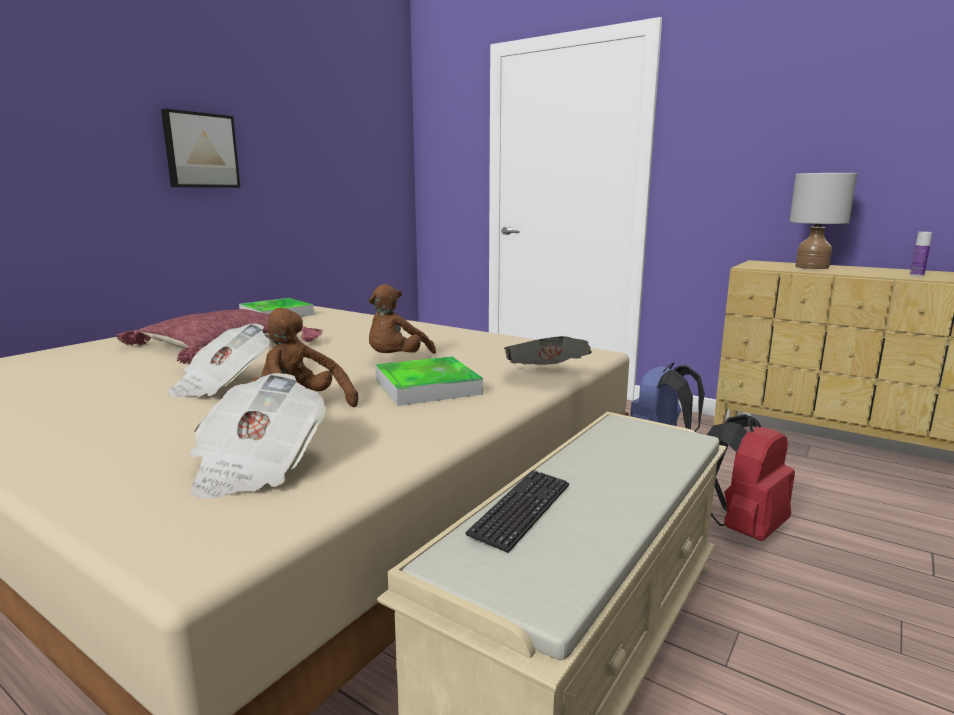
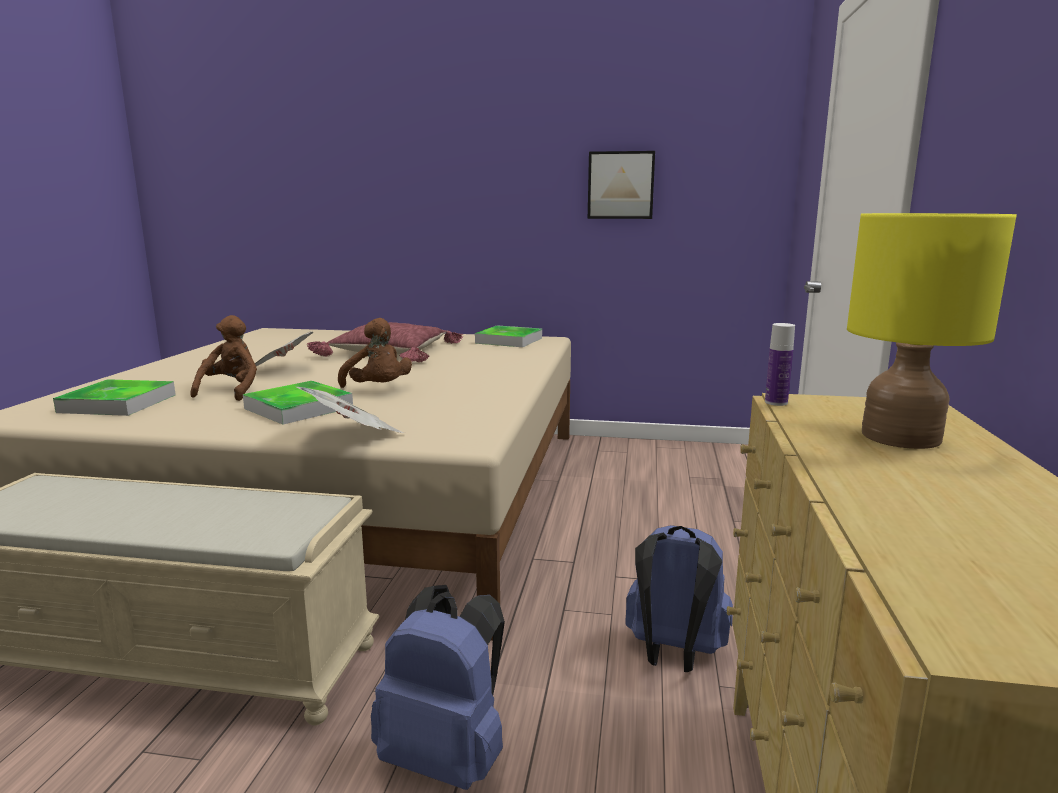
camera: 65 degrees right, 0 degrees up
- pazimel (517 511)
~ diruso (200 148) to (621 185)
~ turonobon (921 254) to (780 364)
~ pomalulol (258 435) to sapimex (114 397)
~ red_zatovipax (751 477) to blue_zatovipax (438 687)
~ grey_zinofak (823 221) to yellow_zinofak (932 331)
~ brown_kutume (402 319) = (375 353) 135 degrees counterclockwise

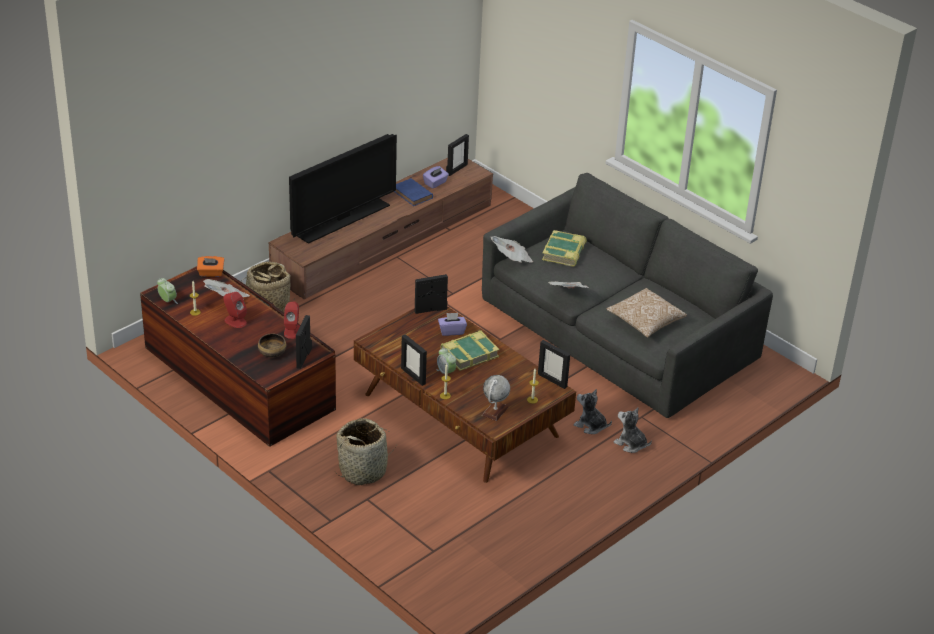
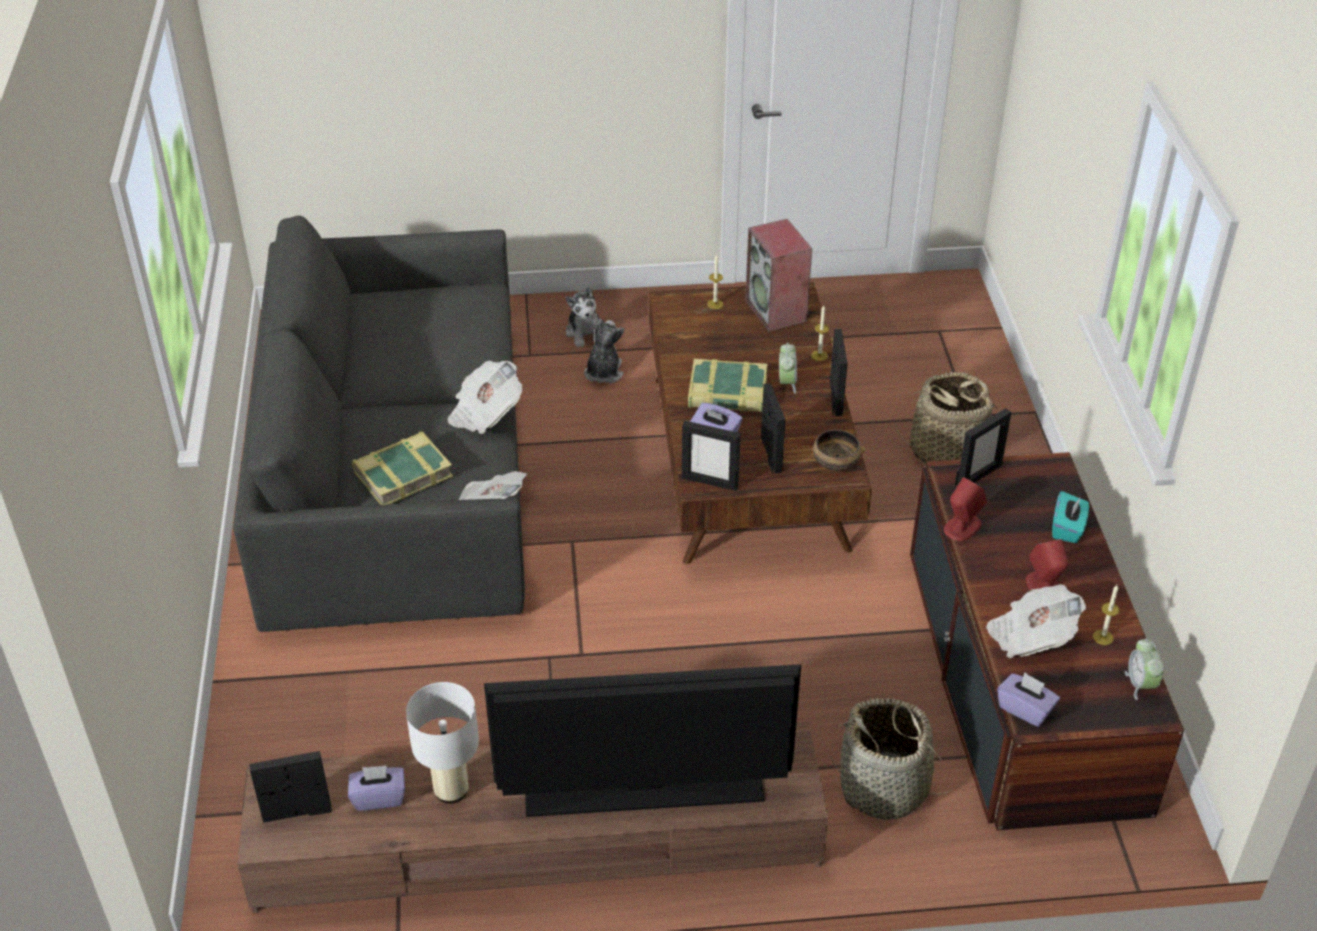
camera: 140 degrees left, 5 degrees up
- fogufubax (646 313)
+ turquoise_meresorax (1070 517)
~ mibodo (272 345) to (837 450)
~ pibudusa (554 364) to (773 428)
~ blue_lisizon (413 192) to white_zinofak (442 743)
~ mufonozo (496 398) to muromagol (778 275)
~ orange_meresorax (210 266) to purple_meresorax (1028 699)
~ kutume (593 411) = (604 351) 150 degrees counterclockwise

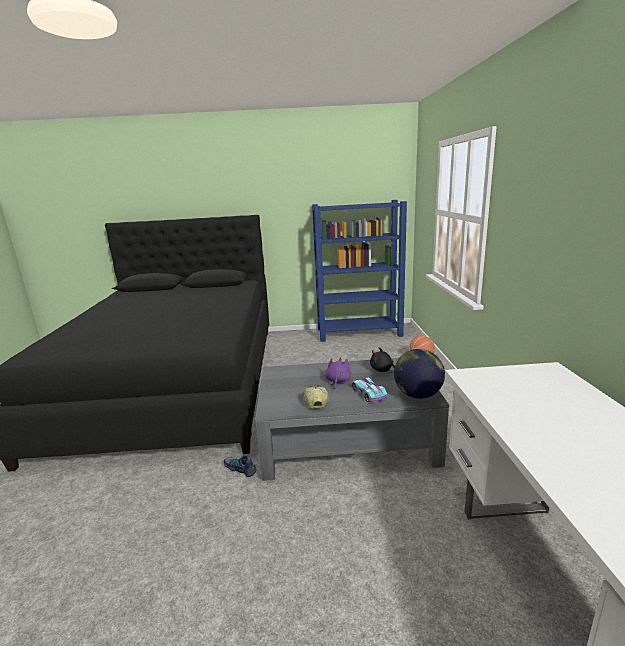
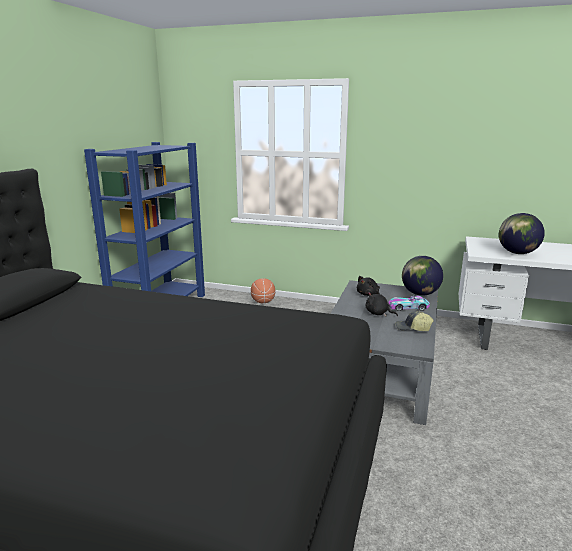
camera: 70 degrees left, 0 degrees up
- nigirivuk (240 466)
+ mufonozo (522 233)
~ purple_kutume (338 373) to black_kutume (381 303)

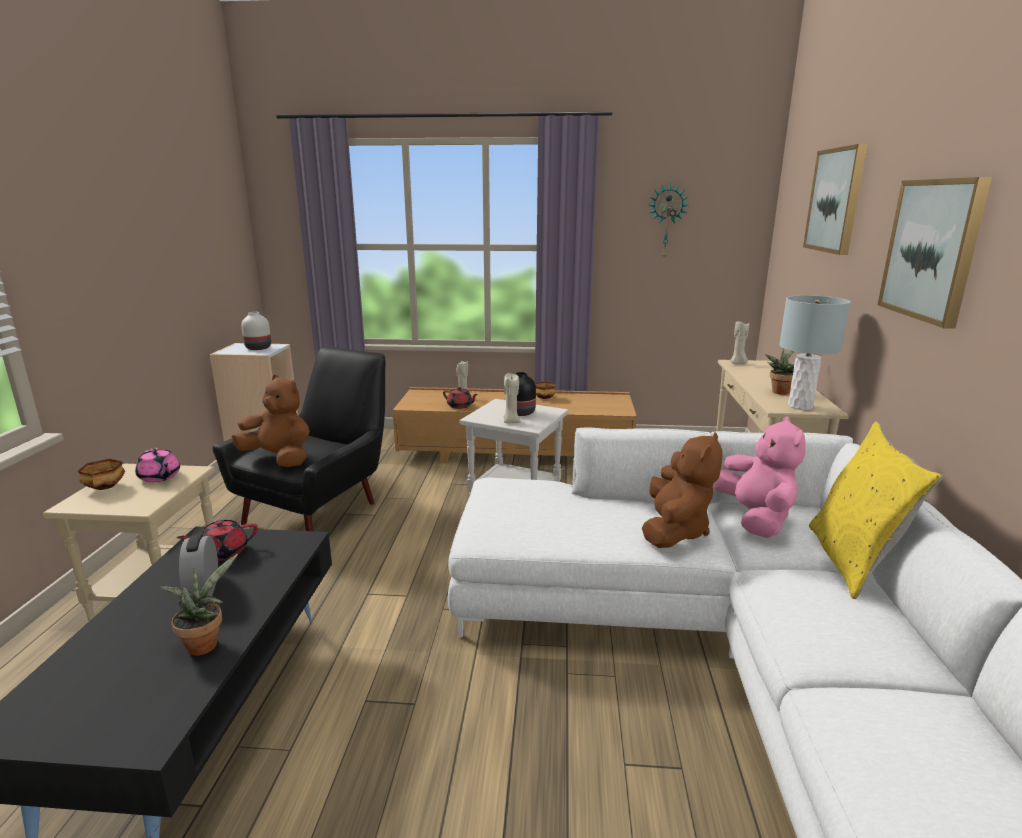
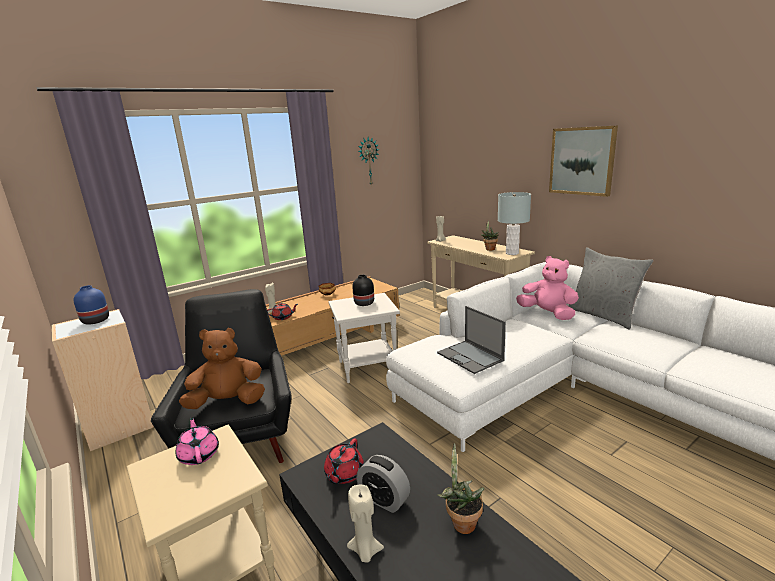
camera: 40 degrees left, 0 degrees up
- mibodo (101 474)
- brown_kutume (682 490)
- diruso (835 199)
+ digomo (471 340)
~ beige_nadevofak (512 398) to (365 524)
~ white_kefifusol (256 331) to blue_kefifusol (91 304)
~ yellow_fogufubax (876 510) to grey_fogufubax (610 288)
~ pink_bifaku (157 465) = (197 441) 120 degrees counterclockwise

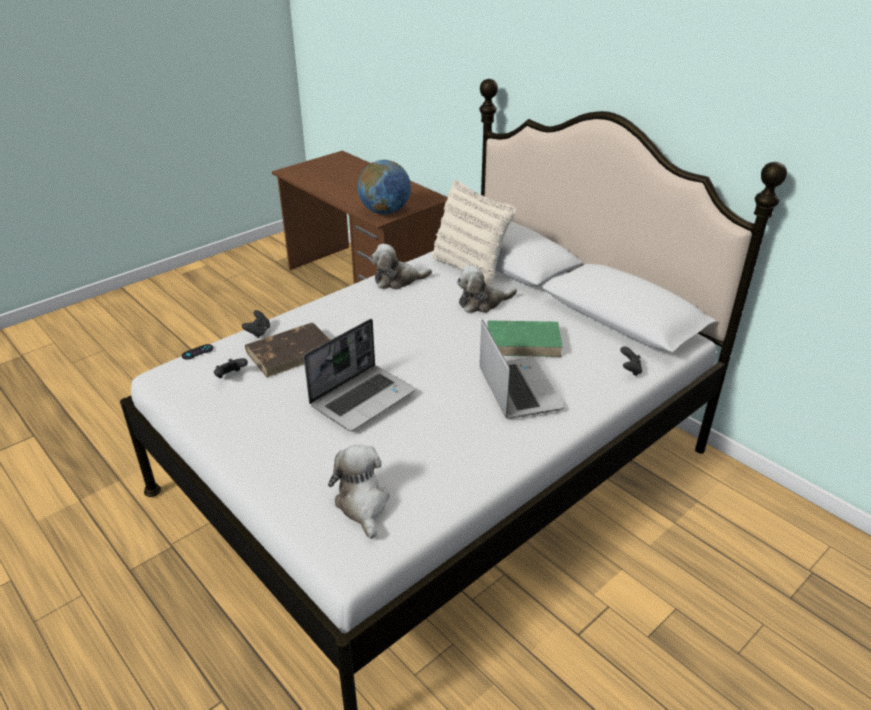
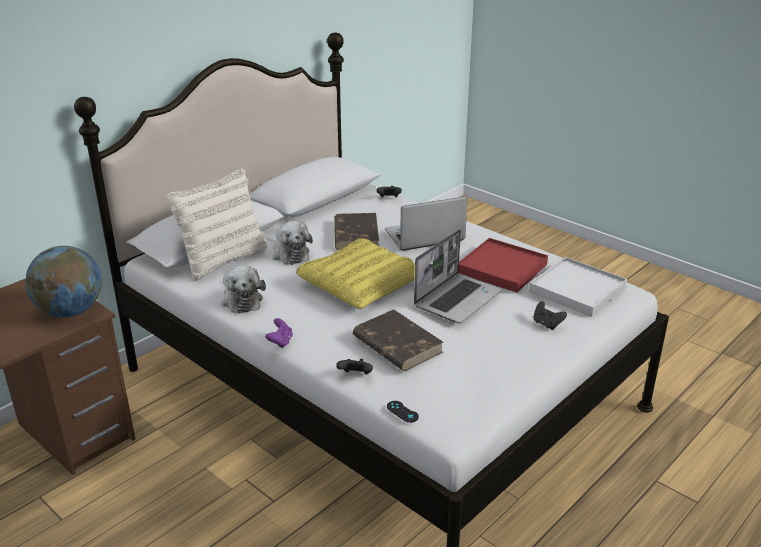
camera: 95 degrees left, 5 degrees down
+ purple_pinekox (279 333)
+ yellow_fogufubax (355 273)
+ red_sapimex (503 265)
~ black_pinekox (231 368) to (550 315)
~ kutume (359 492) to white_sapimex (578 287)
~ green_lisizon (525 338) to brown_lisizon (356 231)
~ digomo (359 375) = (458 276) 90 degrees clockwise

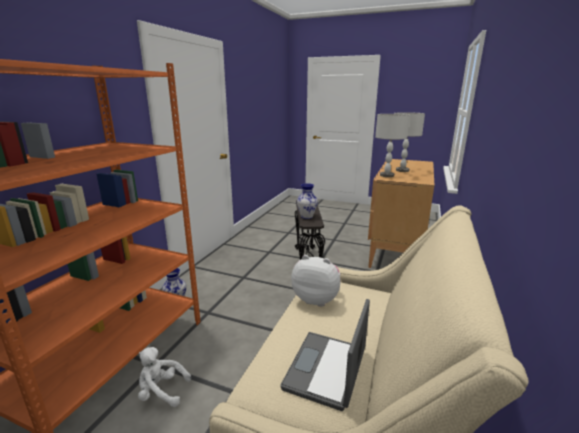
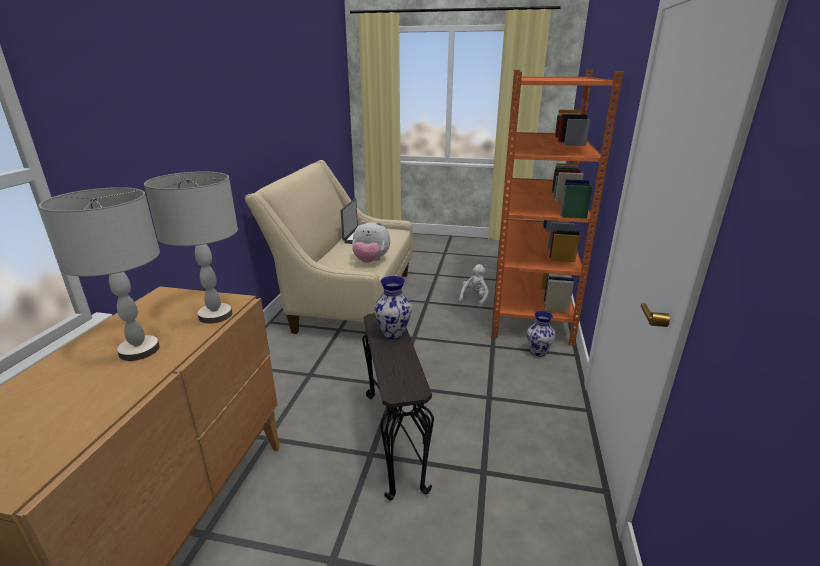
camera: 170 degrees right, 5 degrees up
~ white_kutume (164 377) = (474 285) 60 degrees counterclockwise

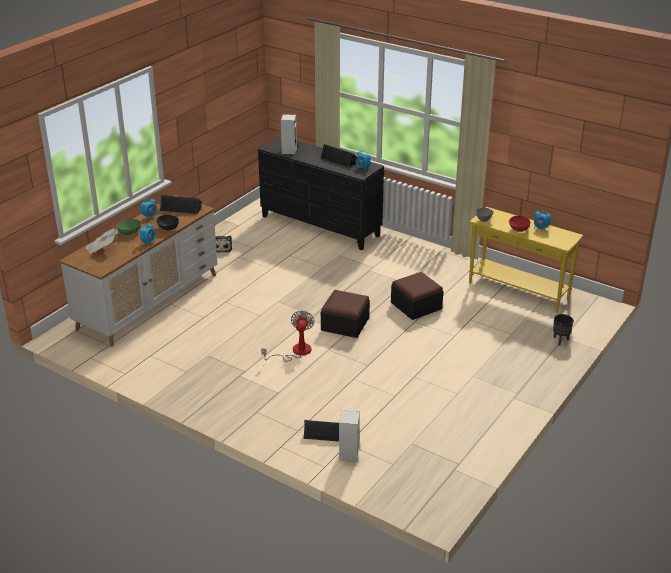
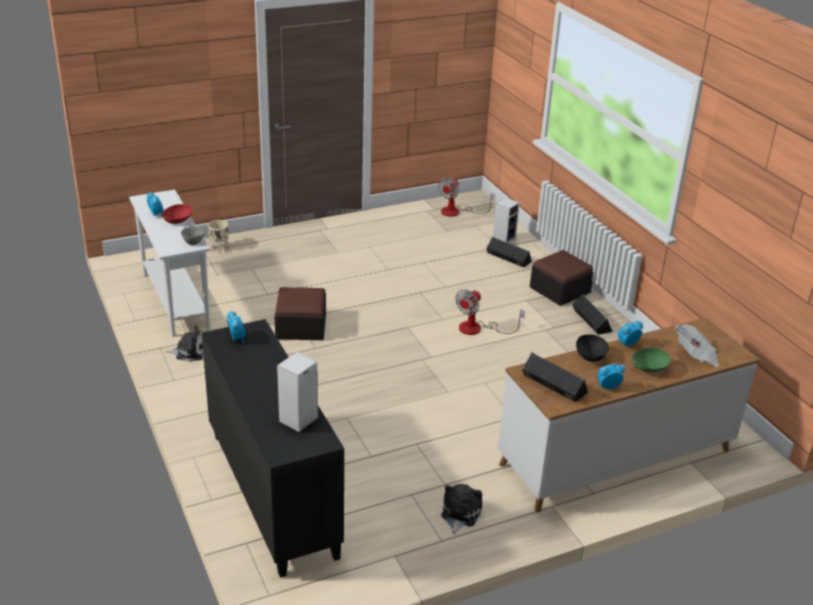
camera: 150 degrees left, 0 degrees up
+ kutume (184 343)
+ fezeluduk (466 197)
~ black_muromagol (338 156) to (592 314)
~ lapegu (345 314) to (561 278)
~ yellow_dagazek (526 260) to white_dagazek (169 263)
~ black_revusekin (563 329) to beige_revusekin (218 236)

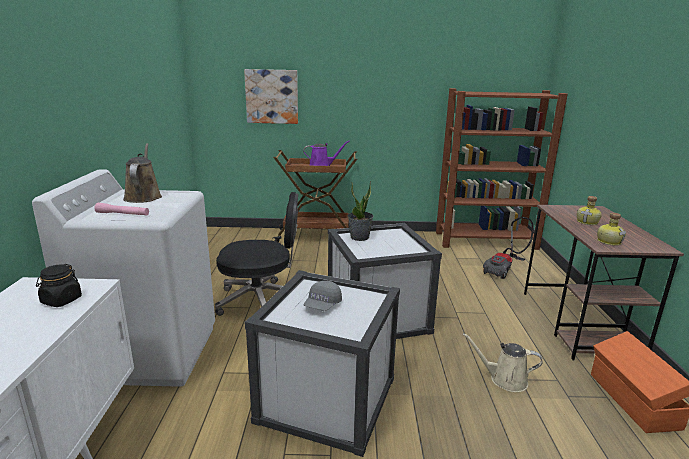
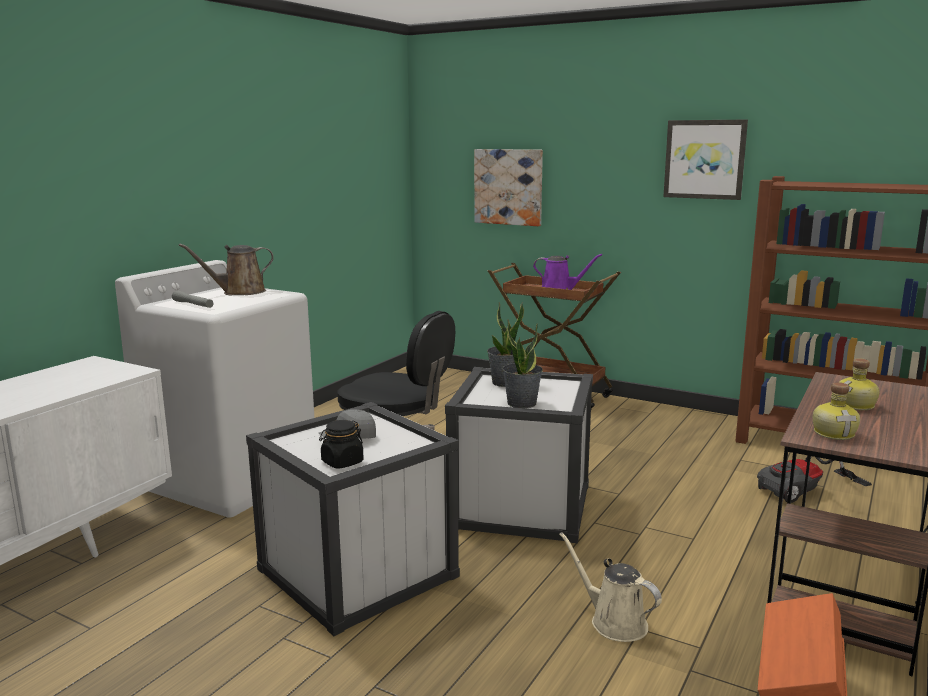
camera: 30 degrees right, 5 degrees down
+ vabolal (522 363)
+ diruso (705 160)
~ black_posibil (59 285) to (341 444)
~ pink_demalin (121 209) to grey_demalin (192 299)
~ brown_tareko (142 173) = (226 269) 135 degrees counterclockwise

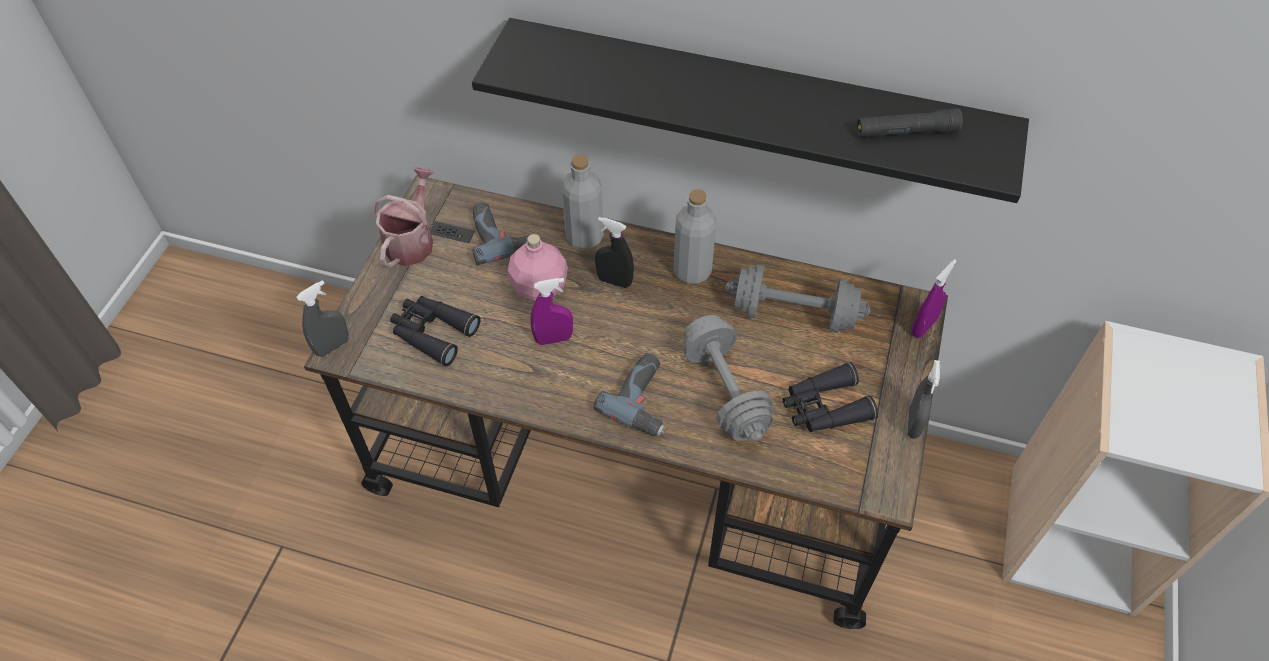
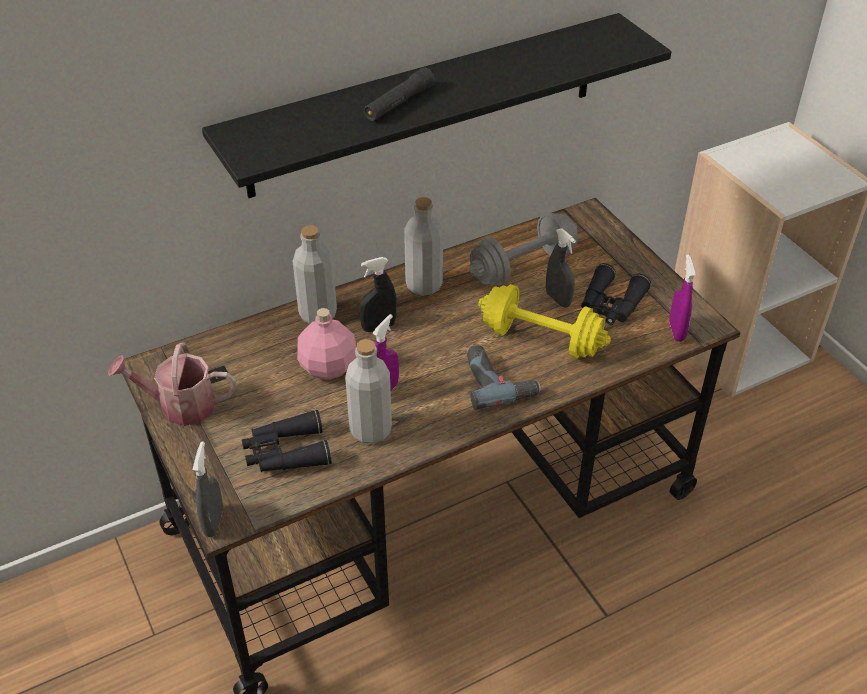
camera: 45 degrees left, 10 degrees down
- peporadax (501 233)
+ grey_turonobon (368 391)
~ black_demalin (909 122) to (399 94)
~ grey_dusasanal (923 399) to (561 268)
~ purple_dusasanal (934 298) to (682 298)
~ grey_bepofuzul (728 378) to yellow_bepofuzul (544 321)
~ tareko (404 217) = (172 384) 60 degrees counterclockwise

